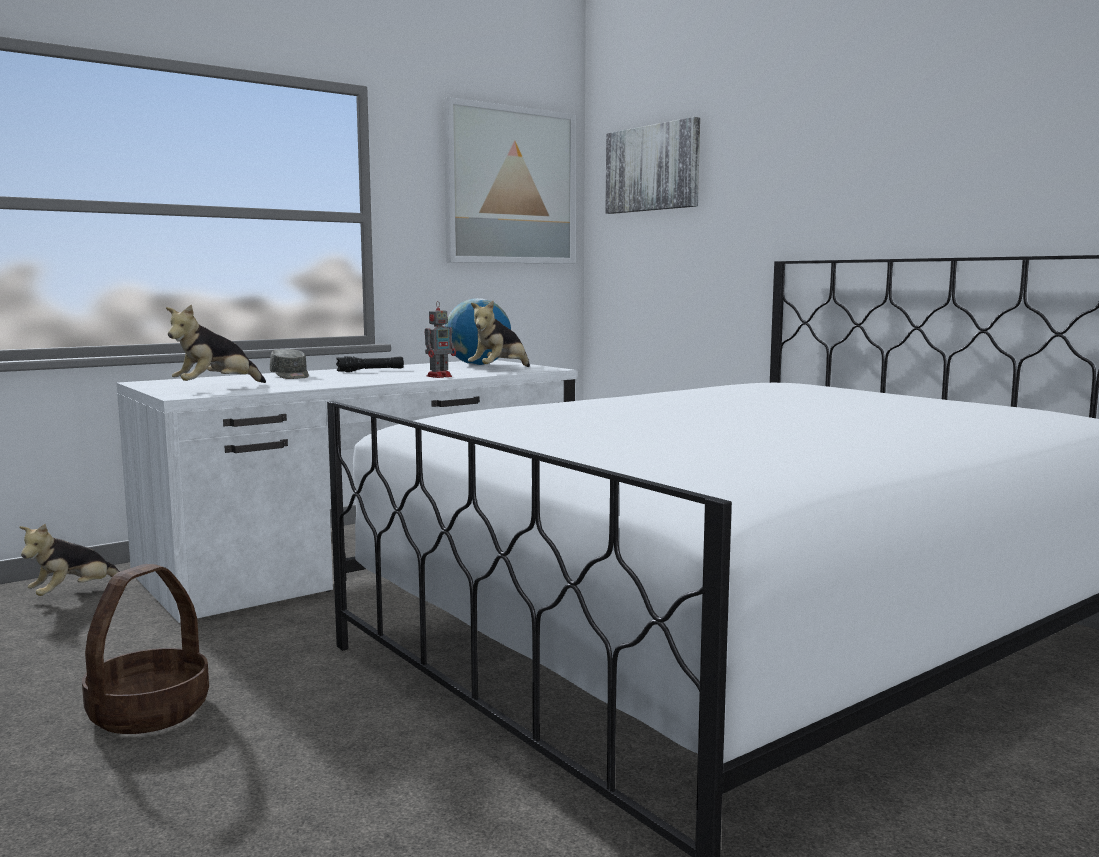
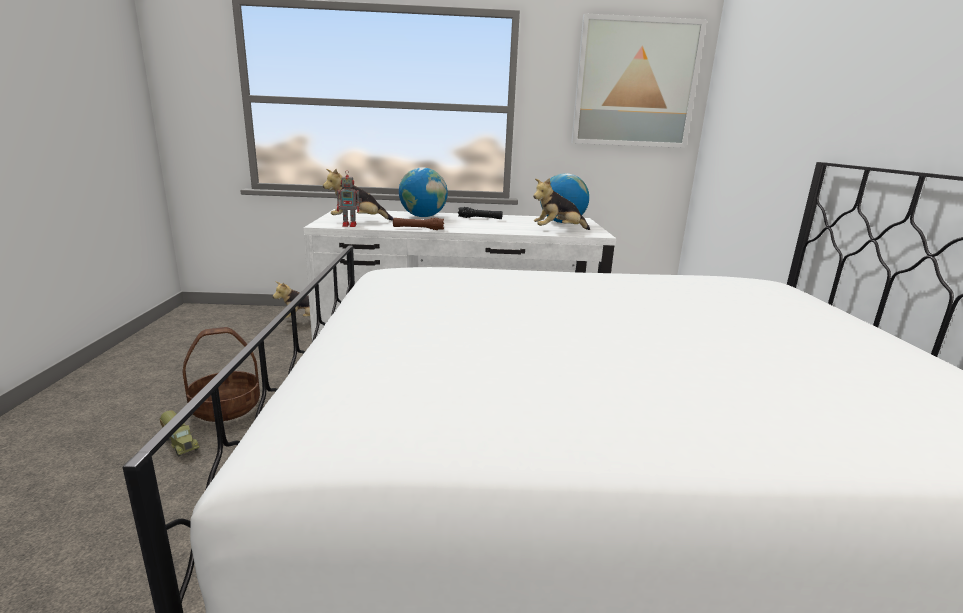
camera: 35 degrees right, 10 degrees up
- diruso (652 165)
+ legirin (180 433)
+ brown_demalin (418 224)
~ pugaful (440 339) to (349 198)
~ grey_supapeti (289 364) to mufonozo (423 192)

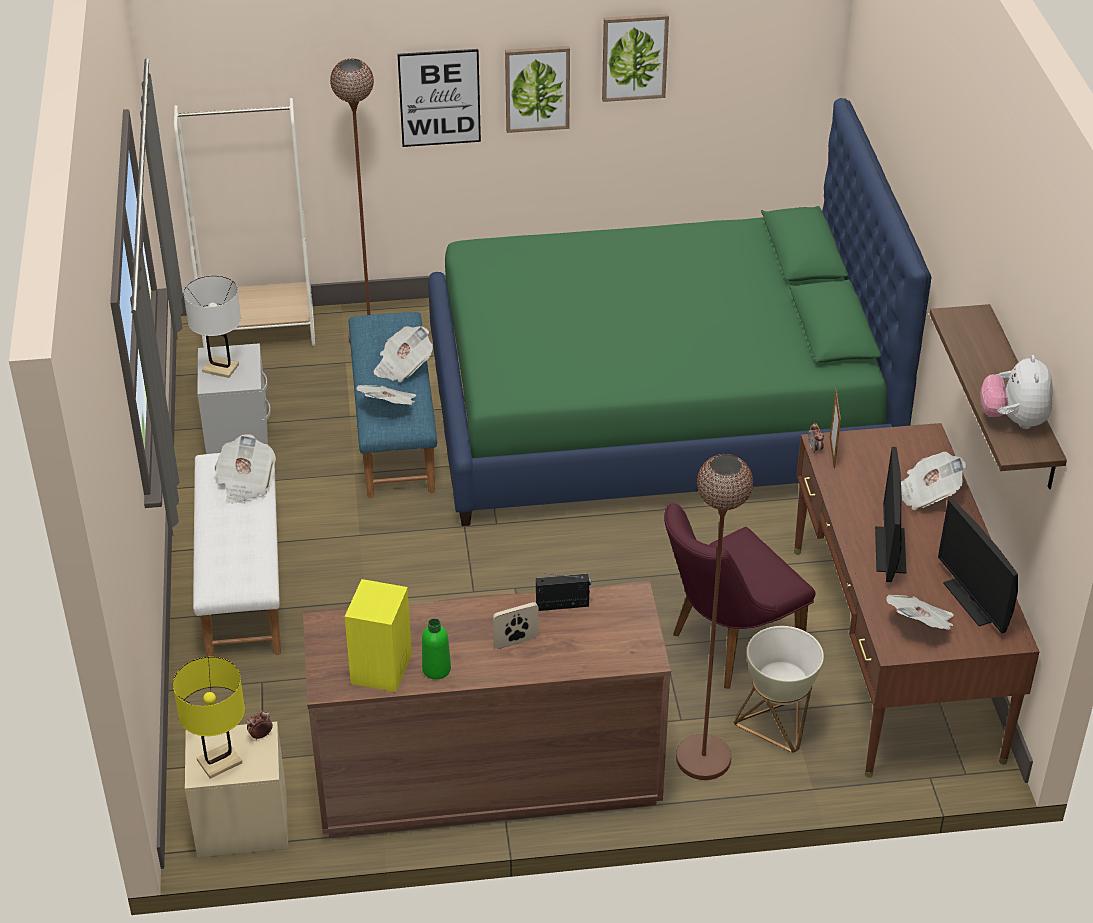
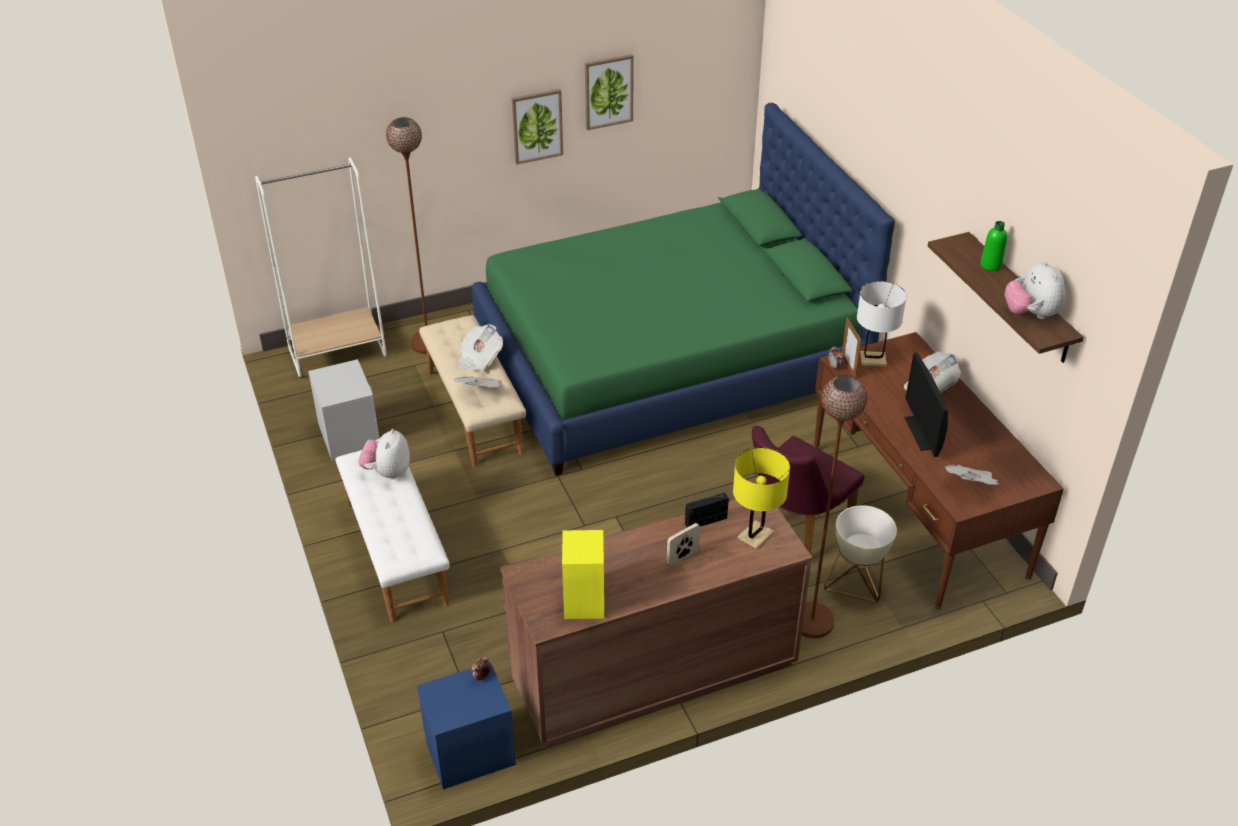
camera: 15 degrees left, 0 degrees up
- diruso (439 98)
- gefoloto (978 566)
~ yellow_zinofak (209 718) to (761 498)
~ white_zinofak (212 327) to (882 323)
~ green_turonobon (436 649) to (993 246)
~ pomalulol (245 468) to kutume (384 454)
~ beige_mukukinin (236 789) to blue_mukukinin (466 725)
~ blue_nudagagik (393 405) to beige_nudagagik (472 391)

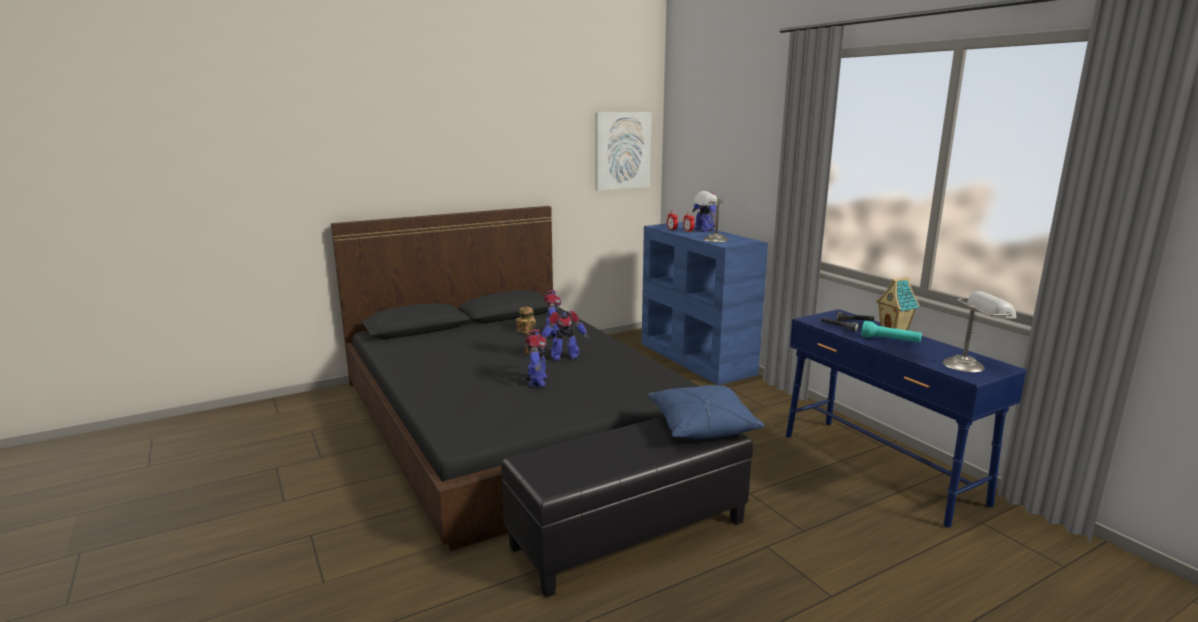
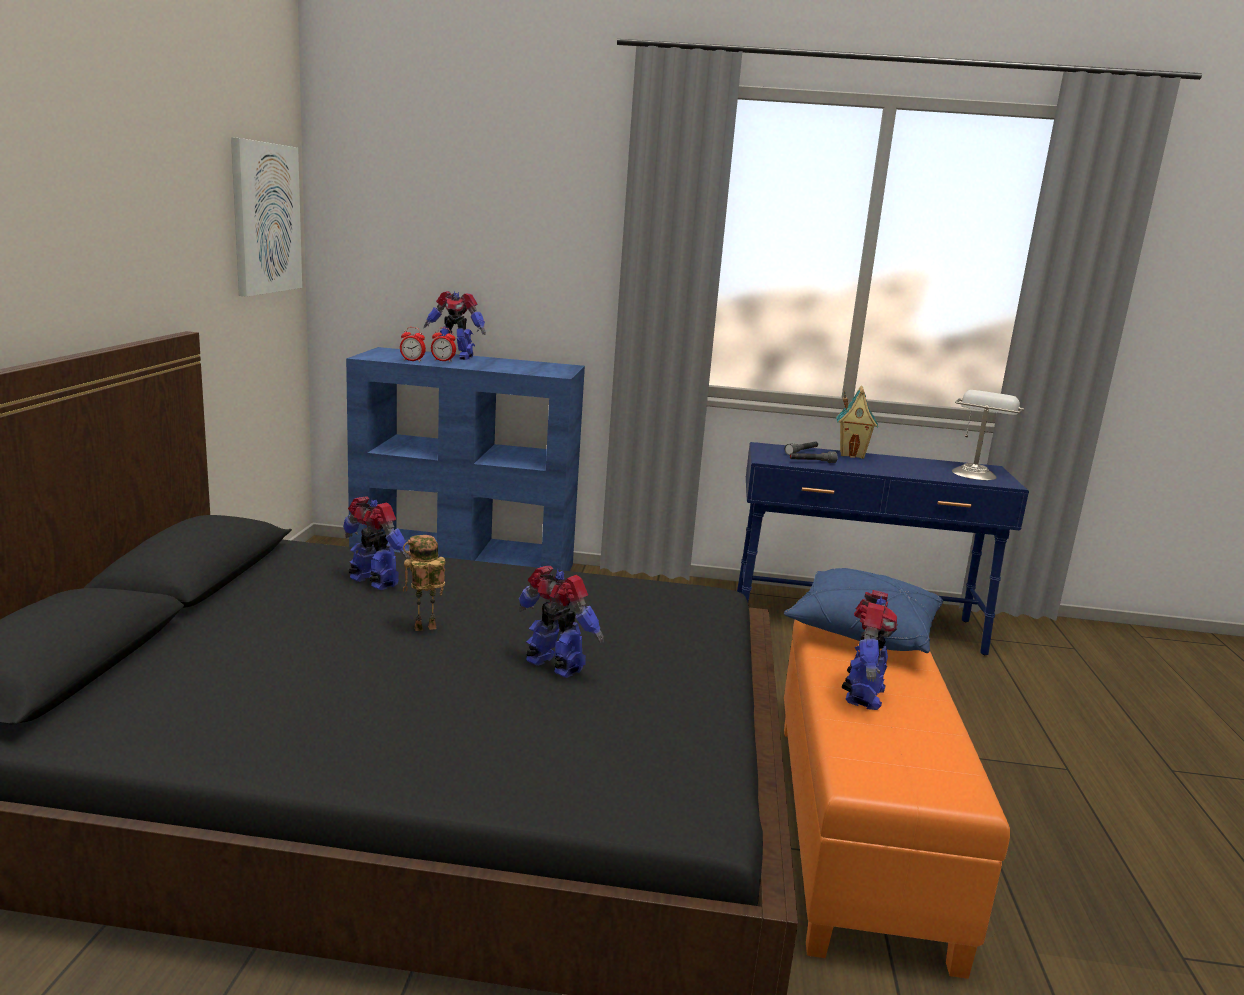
camera: 55 degrees left, 0 degrees up
- white_zinofak (711 216)
- turquoise_demalin (892 332)
~ pugaful (565 336) to (870 650)
~ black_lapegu (627 507) to orange_lapegu (897 799)

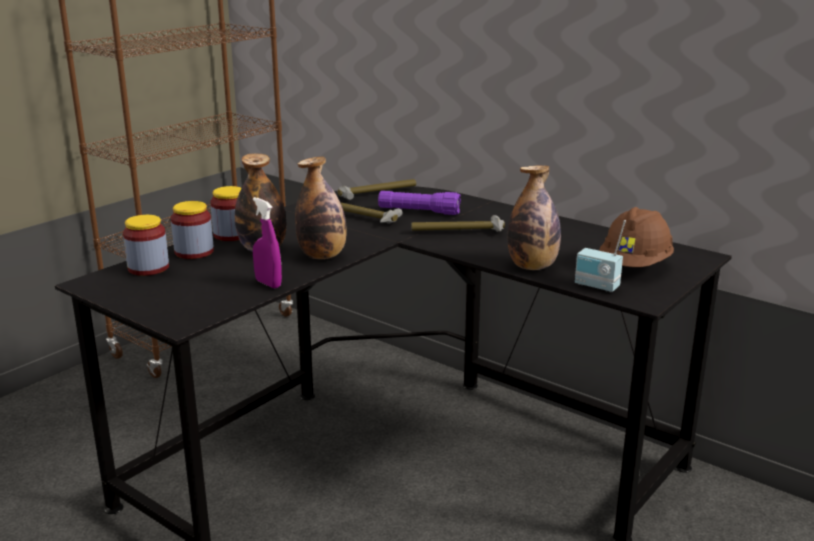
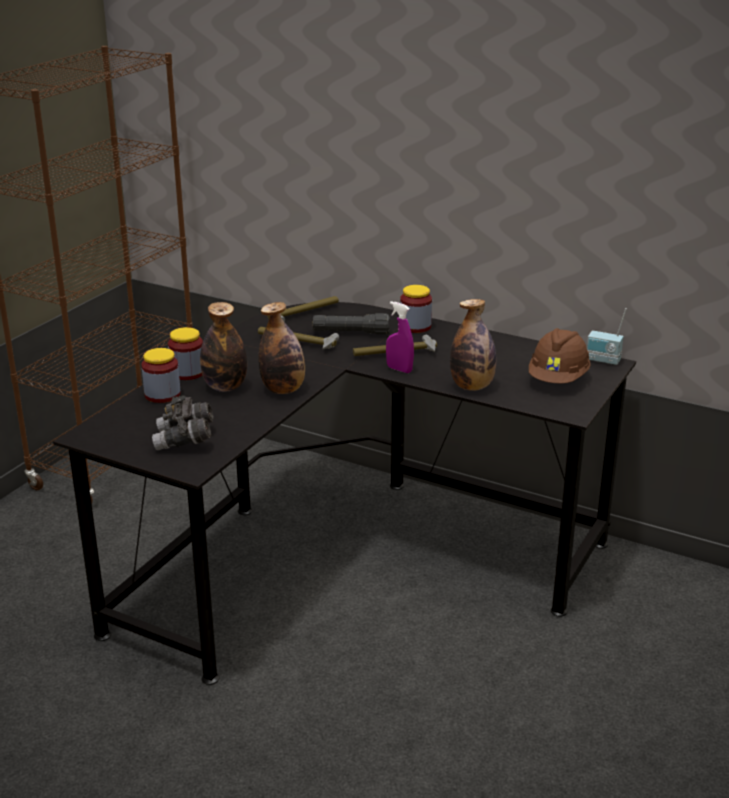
camera: 10 degrees left, 5 degrees up
+ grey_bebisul (183 422)
~ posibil (146 245) to (416 309)
~ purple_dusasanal (267 242) to (400 337)
~ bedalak (600 256) to (607 336)
~ purple_demalin (419 203) to black_demalin (351 323)

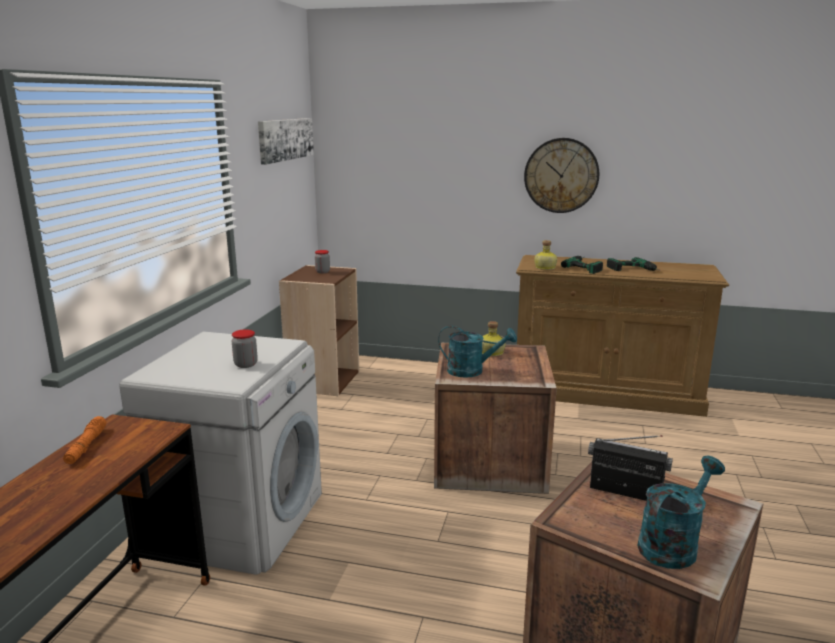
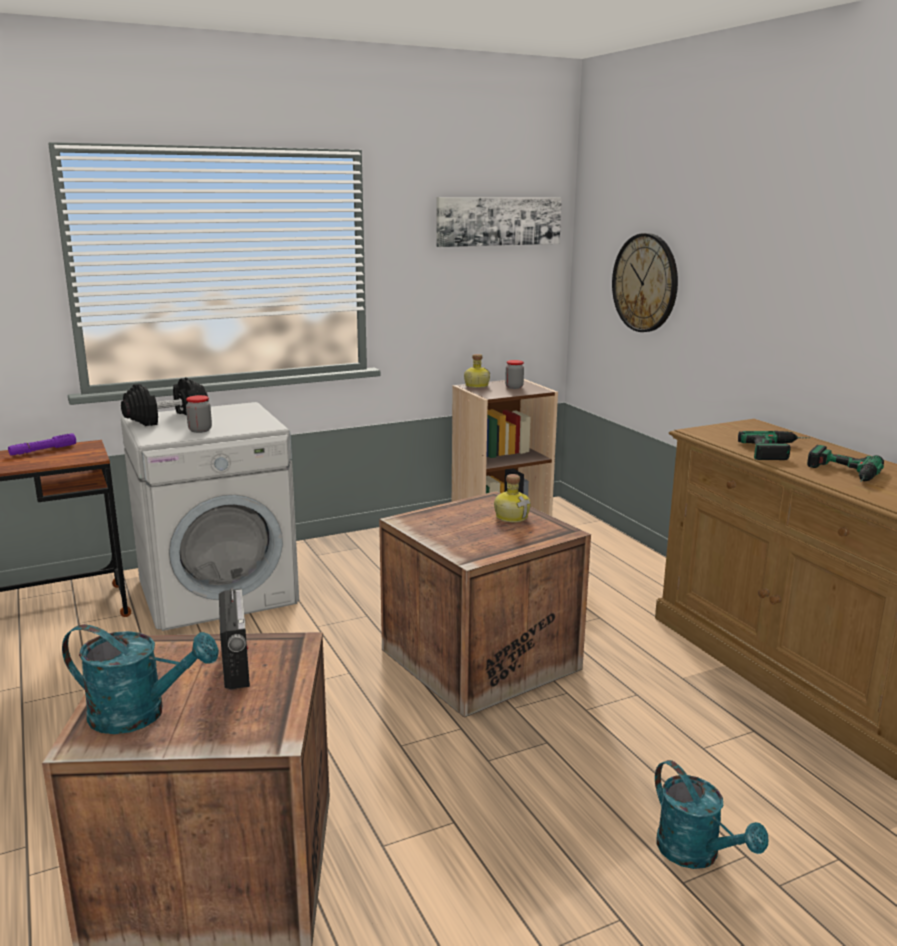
camera: 50 degrees right, 0 degrees up
+ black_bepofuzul (164 401)
~ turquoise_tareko (477 352) to (711 814)
~ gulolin (561 175) to (645 282)
~ turonobon (545 255) to (477 371)
~ orange_demalin (84 440) to purple_demalin (42 444)

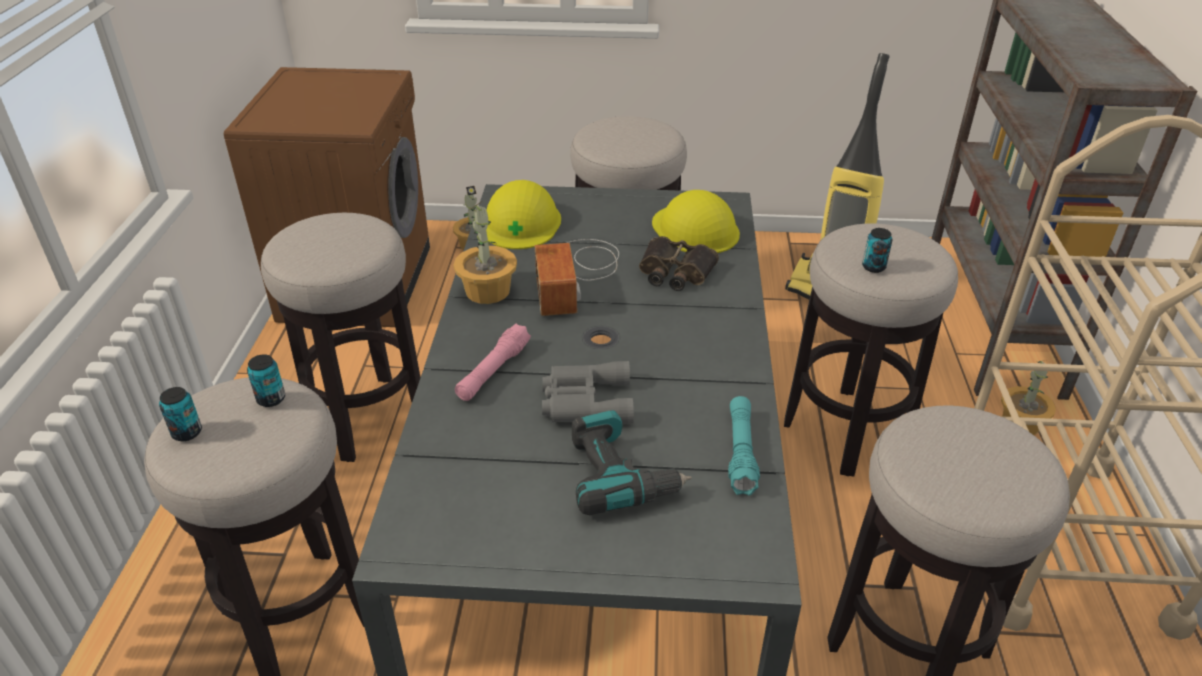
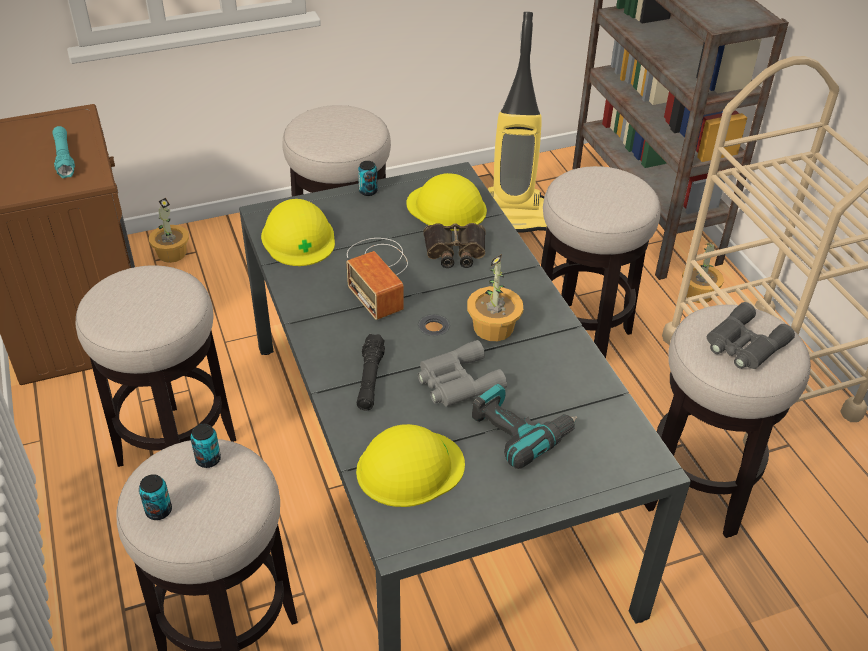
camera: 25 degrees left, 5 degrees up
+ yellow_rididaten (410 465)
+ grey_bebisul (751 335)
~ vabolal (485 252) to (495 297)
~ turquoise_demalin (744 446) to (63 152)
~ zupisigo (877 250) to (368 178)
~ pink_demalin (493 362) to black_demalin (371 372)

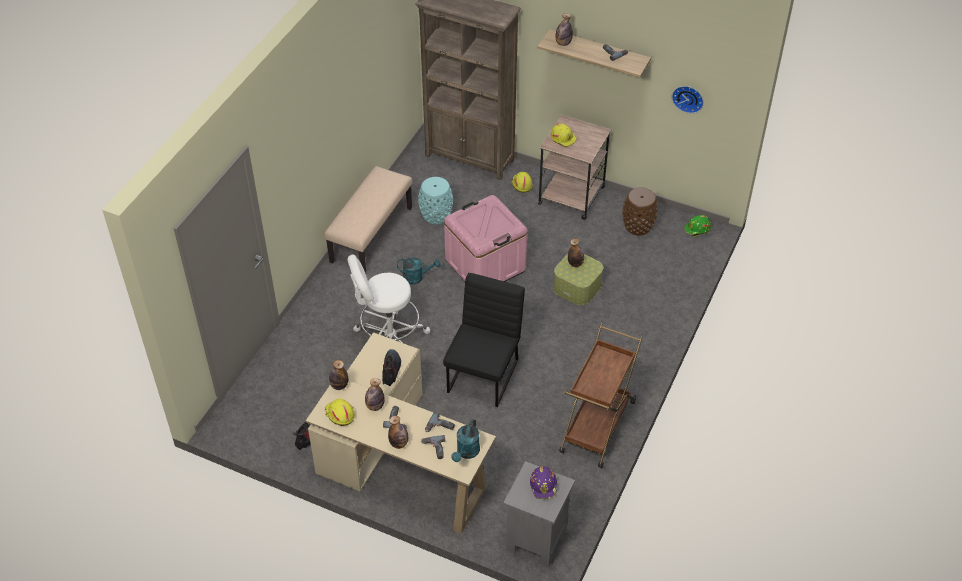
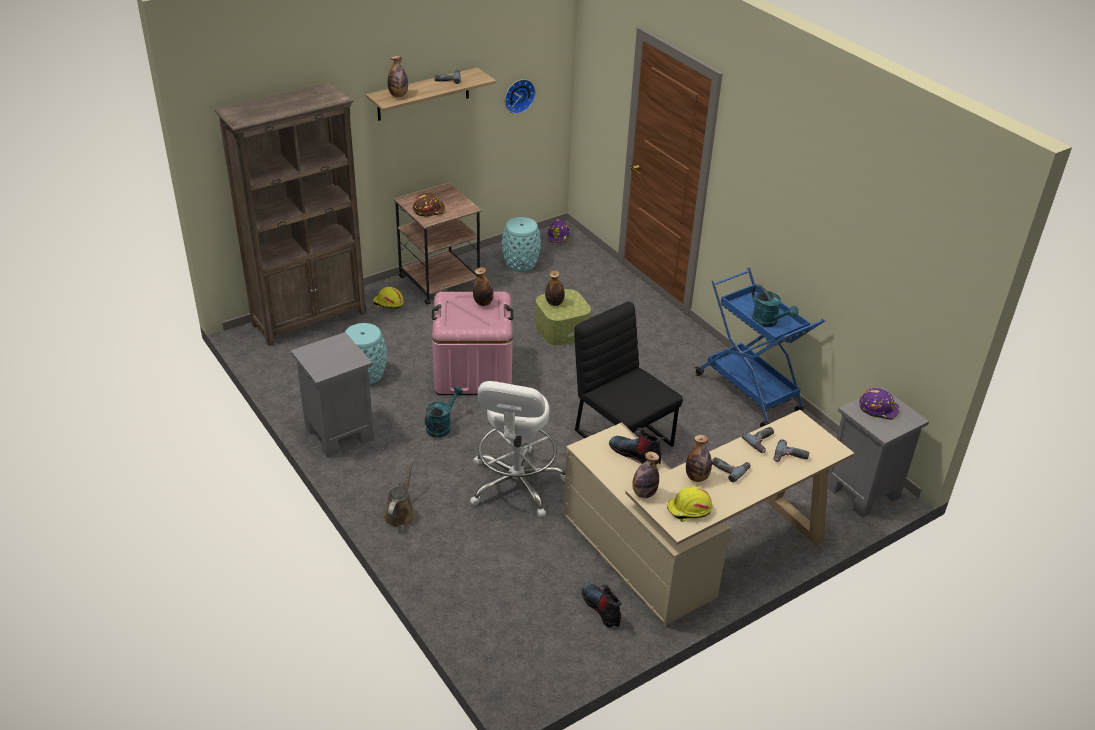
camera: 60 degrees left, 10 degrees down
+ brown_tareko (399 493)
~ turonobon (398 432) to (483 286)
~ turquoise_tareko (465 440) to (775 306)
~ beige_nudagagik (368 219) to grey_mukukinin (332 395)
~ yellow_rididaten (564 135) to brown_rididaten (429 205)
~ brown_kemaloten (600 395) to blue_kemaloten (760 347)
~ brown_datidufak (640 211) to turquoise_datidufak (521 244)
~ green_rididaten (697 226) to purple_rididaten (558 231)

